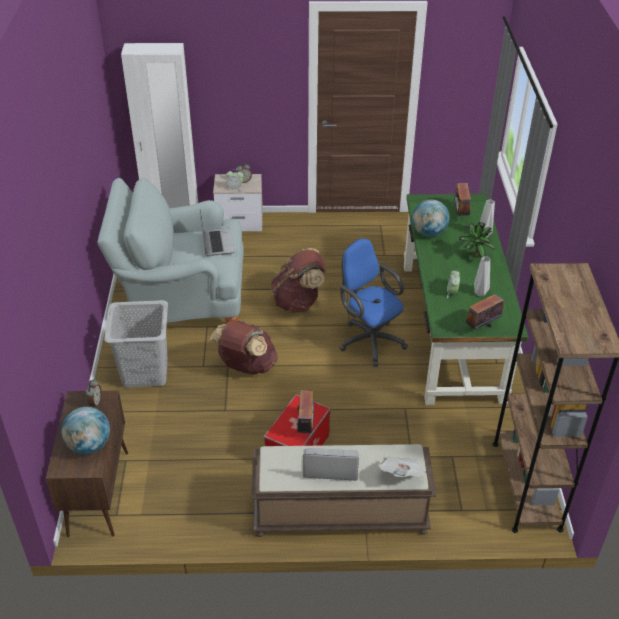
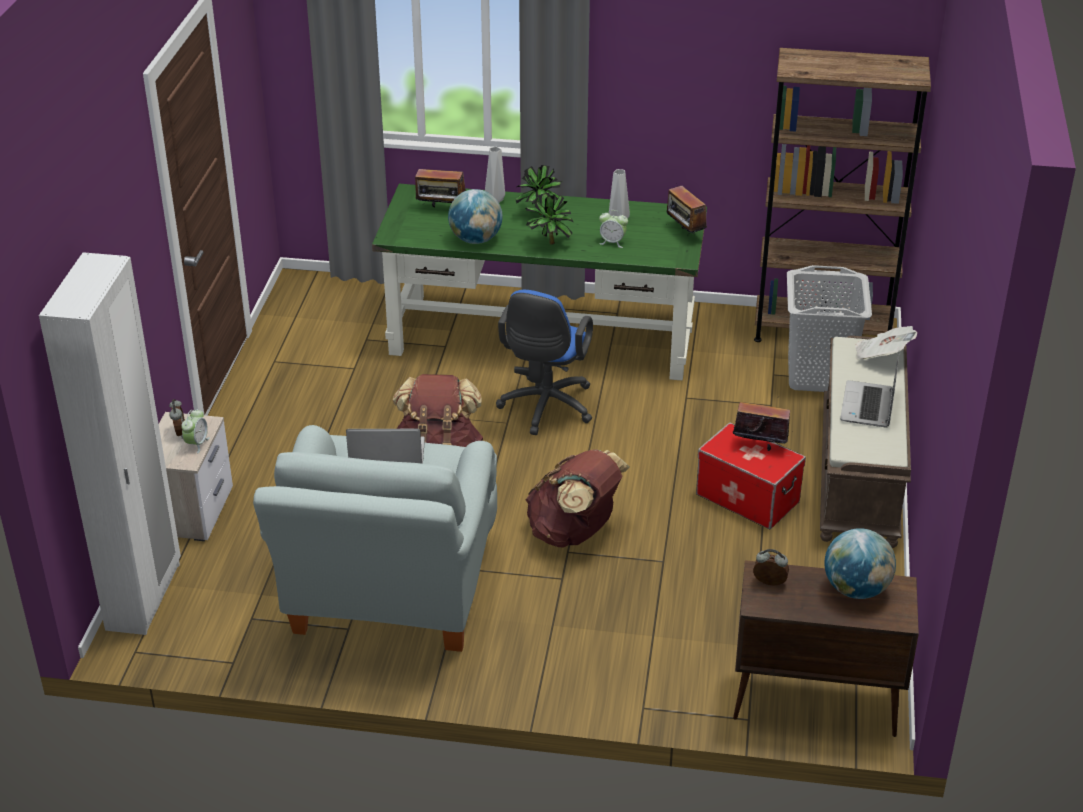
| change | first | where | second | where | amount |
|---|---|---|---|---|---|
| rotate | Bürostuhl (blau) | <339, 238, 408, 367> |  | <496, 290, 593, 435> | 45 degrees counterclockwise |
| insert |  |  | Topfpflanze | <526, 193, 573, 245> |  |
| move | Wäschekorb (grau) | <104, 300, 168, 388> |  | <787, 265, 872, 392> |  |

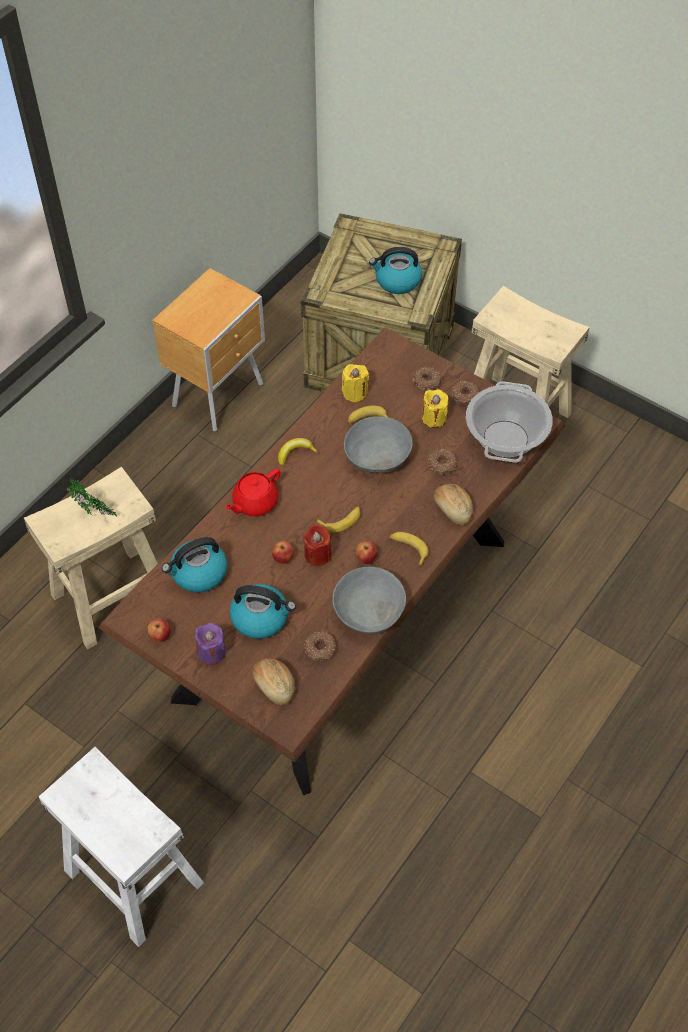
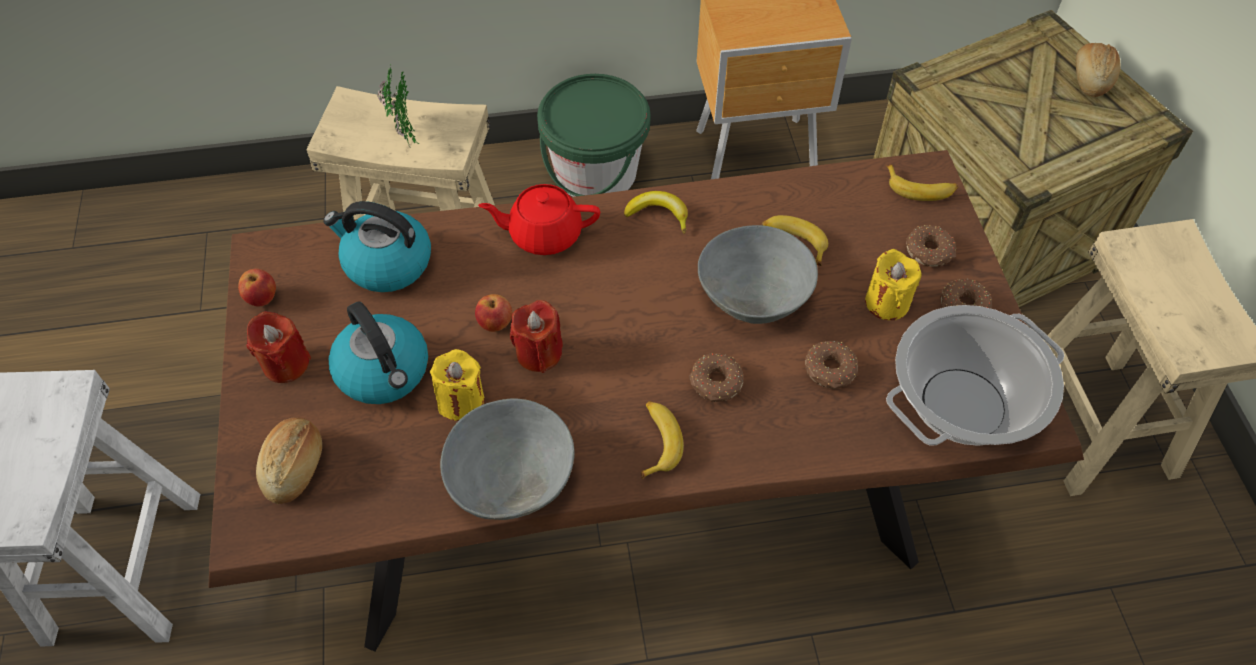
| change | first | where | second | where | amount |
|---|---|---|---|---|---|
| recolor | Kerze (lila) | <195, 623, 226, 665> | Kerze (rot) | <246, 311, 311, 383> |  |
| move | Kerze (gelb) | <342, 364, 369, 403> |  | <430, 349, 485, 421> |  |
| insert |  |  | Eimer (grün) | <537, 74, 651, 197> |  |
| move | Donut | <304, 631, 337, 662> |  | <689, 353, 744, 402> |  |
| move | Banane | <315, 506, 361, 533> |  | <887, 164, 958, 201> |  |
| move | Brot | <433, 484, 473, 525> |  | <1076, 43, 1121, 97> |  |
| delete | Apfel | <356, 541, 377, 564> |  |  |  |
| delete | Wasserkessel | <369, 247, 422, 294> |  |  |  |

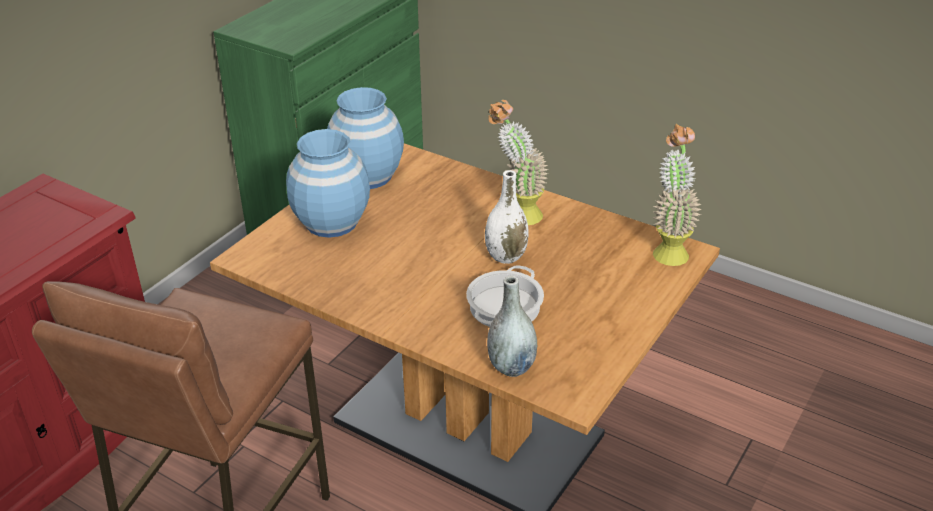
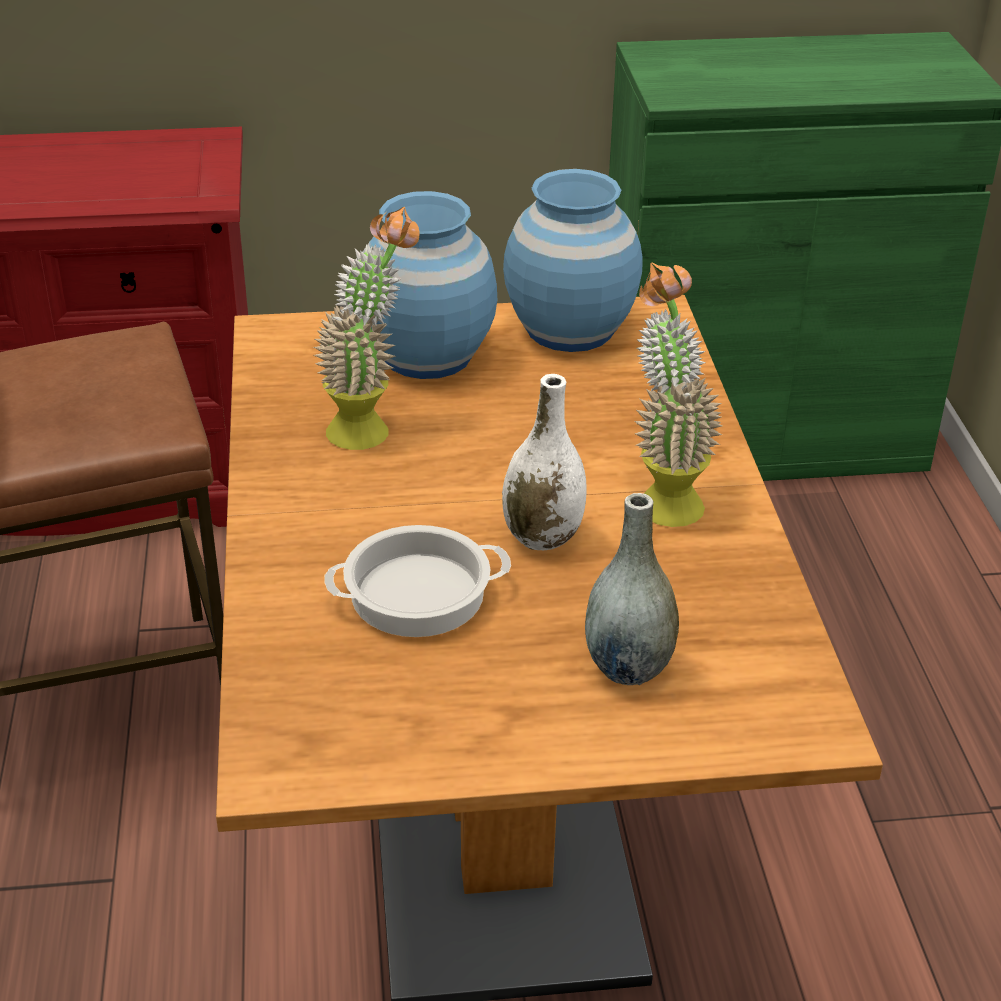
| change | first | where | second | where | amount |
|---|---|---|---|---|---|
| move | Topfpflanze | <652, 124, 702, 266> |  | <314, 207, 420, 450> |  |
| move | Vase (grau) | <487, 276, 537, 377> |  | <585, 493, 679, 685> |  |

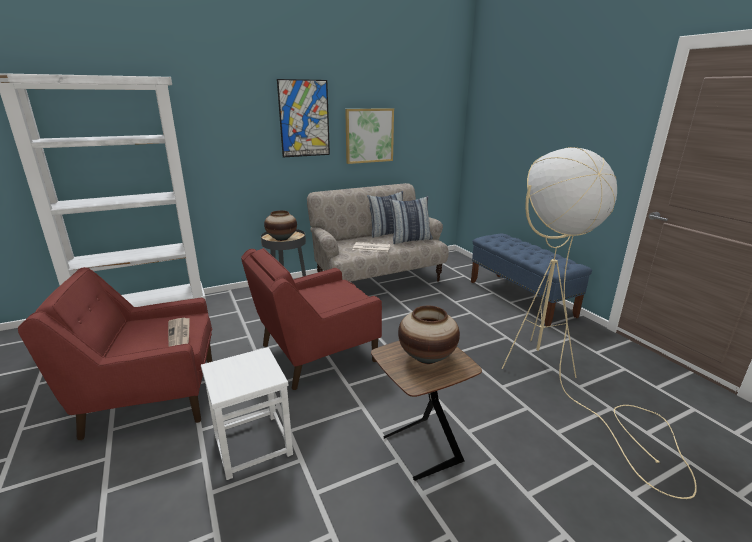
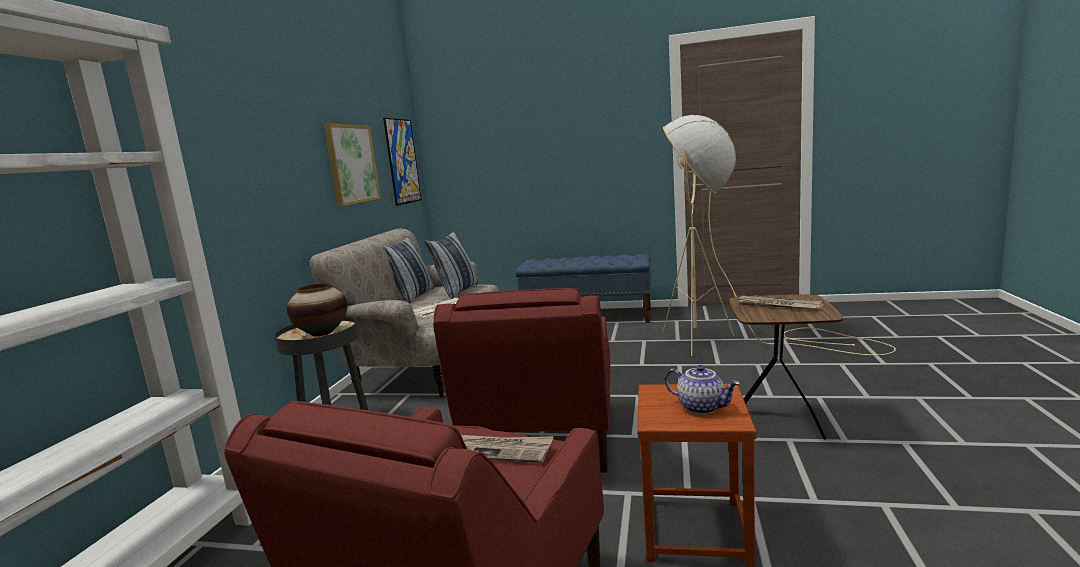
| change | first | where | second | where | amount |
|---|---|---|---|---|---|
| move | Bild | <277, 79, 330, 157> |  | <383, 118, 421, 206> |  |
| recolor | Hocker (weiß) | <201, 347, 293, 480> | Hocker (braun) | <638, 384, 757, 567> |  |
| insert |  |  | Teekanne | <665, 365, 740, 414> |  |
| replace | Vase | <398, 306, 460, 364> | Zeitung | <736, 296, 824, 310> |  |

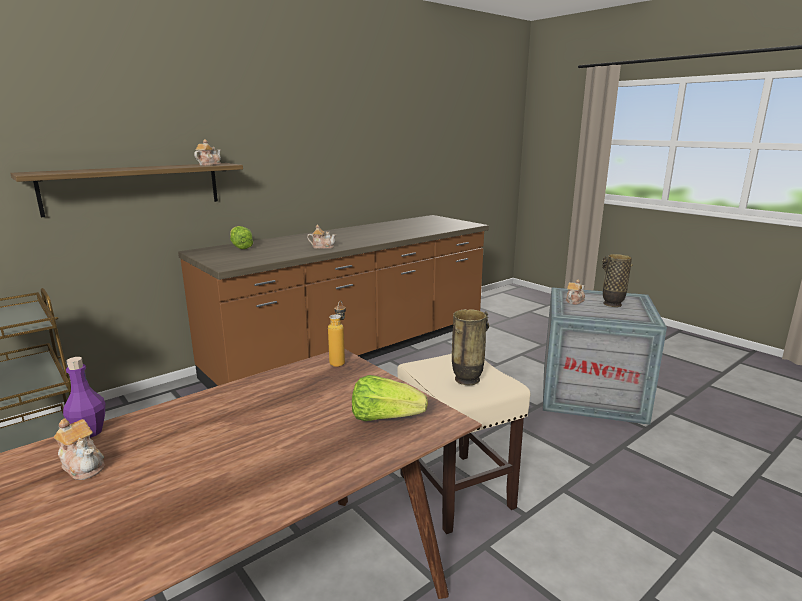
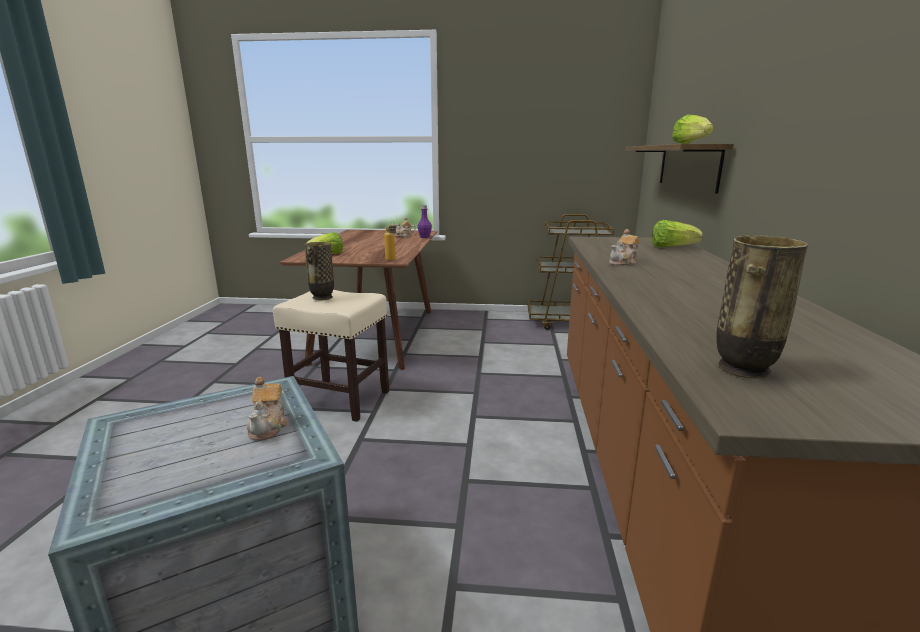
| change | first | where | second | where | amount |
|---|---|---|---|---|---|
| replace | Teekanne | <194, 139, 221, 166> | Salatkopf | <672, 114, 713, 144> |  |
| move | Vase | <602, 254, 633, 307> |  | <716, 235, 808, 379> |  |

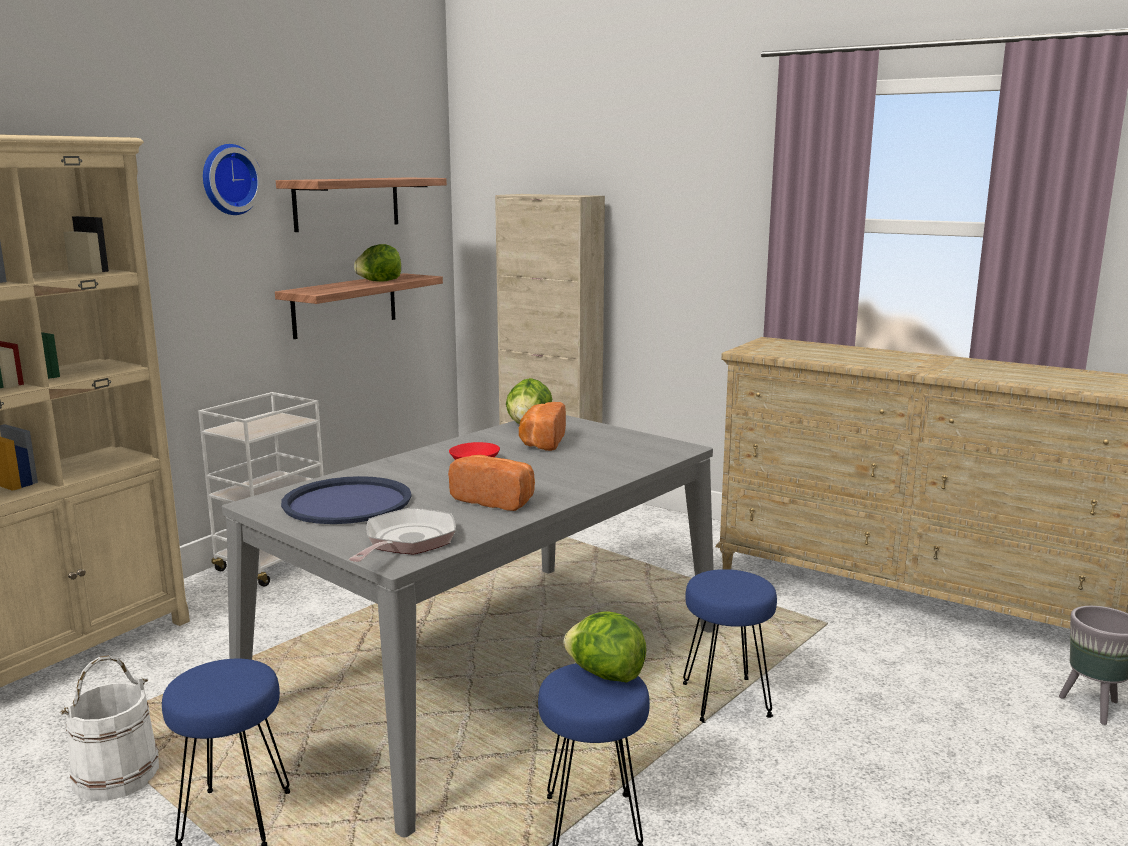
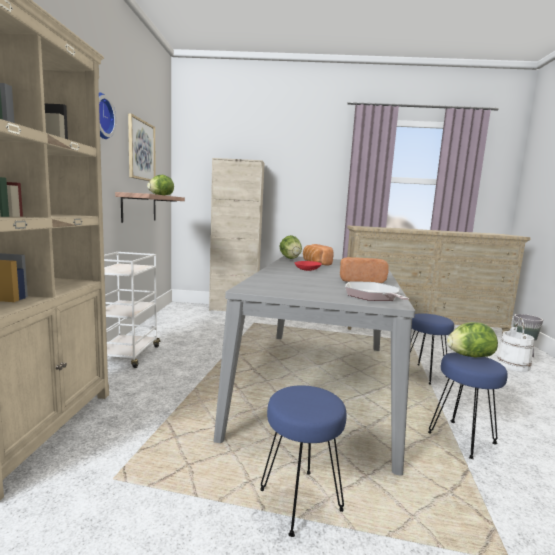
| change | first | where | second | where | amount |
|---|---|---|---|---|---|
| replace | Wandregal | <276, 178, 447, 232> | Bild | <128, 113, 156, 181> |  |
| move | Eimer (weiß) | <59, 656, 159, 801> |  | <496, 318, 534, 372> |  |
| delete | Tablett (blau) | <281, 476, 412, 524> |  |  |  |

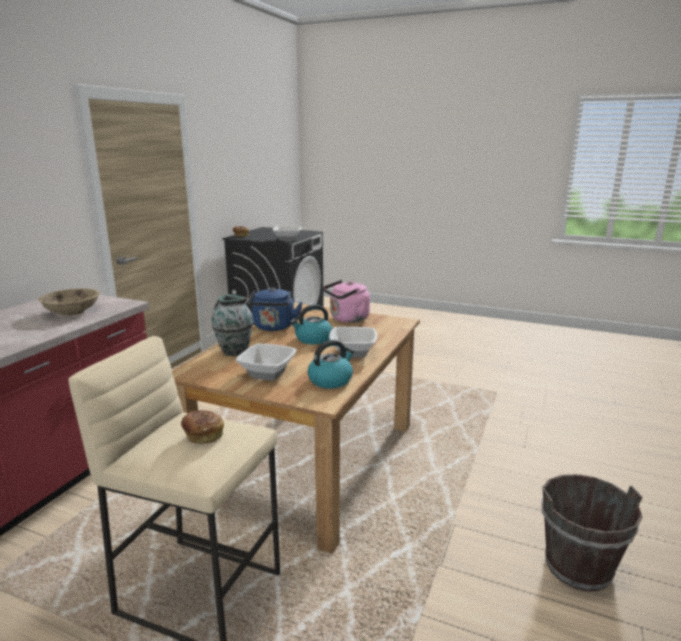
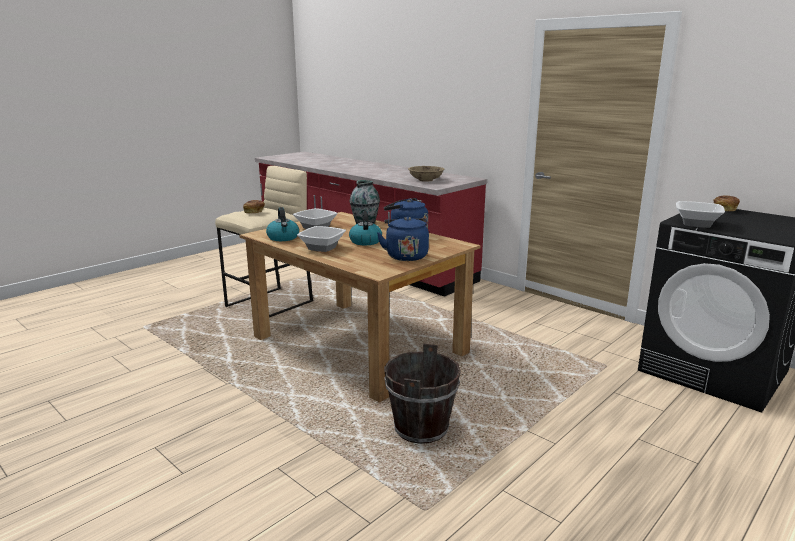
| change | first | where | second | where | amount |
|---|---|---|---|---|---|
| recolor | Wasserkessel (rosa) | <323, 280, 370, 323> | Wasserkessel (blau) | <377, 217, 429, 261> |  |
| move | Eimer (braun) | <542, 474, 642, 592> |  | <384, 343, 461, 444> |  |

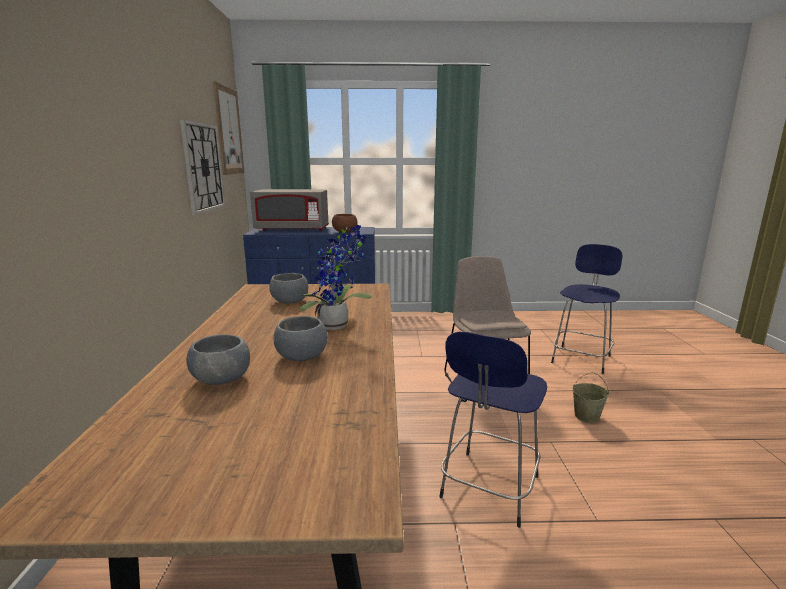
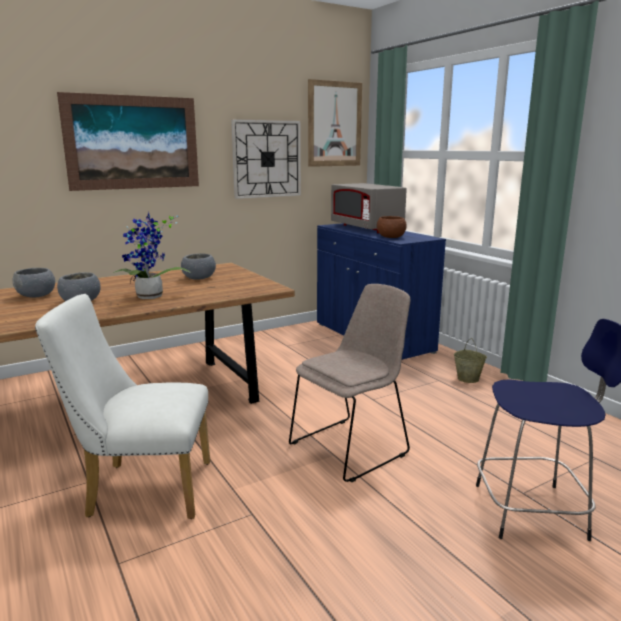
| change | first | where | second | where | amount |
|---|---|---|---|---|---|
| replace | Hocker (blau) | <439, 332, 547, 528> | Stuhl (weiß) | <35, 294, 210, 519> |  |
| insert |  |  | Bild | <57, 92, 199, 191> |  |
| move | Eimer (beige) | <572, 372, 609, 423> |  | <454, 338, 487, 383> |  |

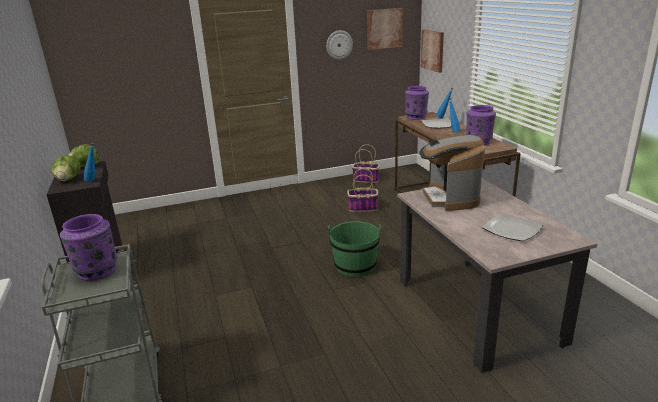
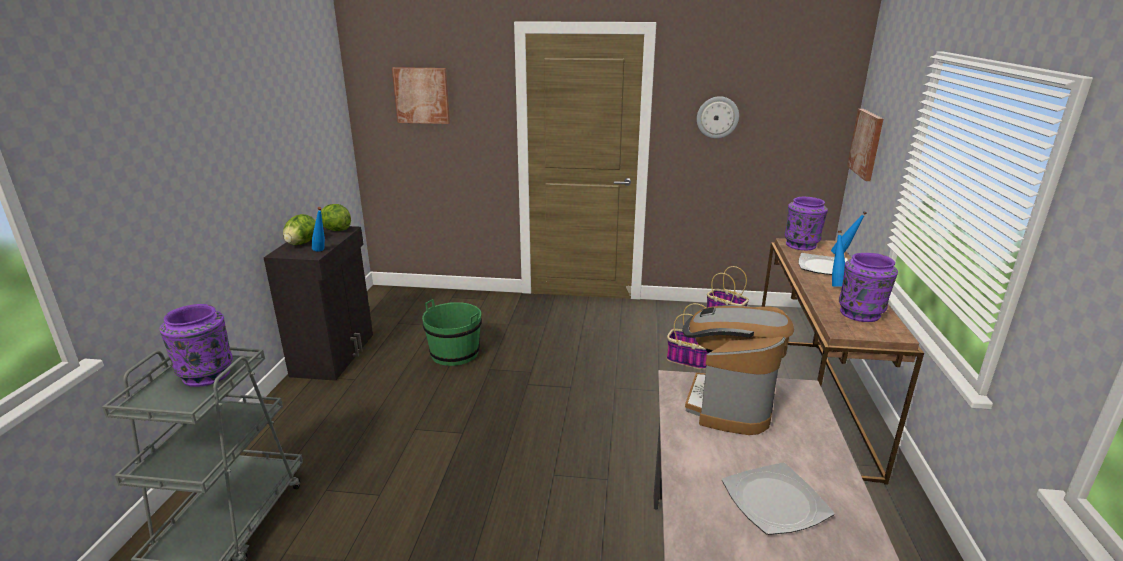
| change | first | where | second | where | amount |
|---|---|---|---|---|---|
| move | Bild | <367, 8, 403, 50> |  | <392, 67, 450, 124> |  |
| move | Eimer (grün) | <328, 221, 381, 276> |  | <422, 299, 482, 366> |  |

